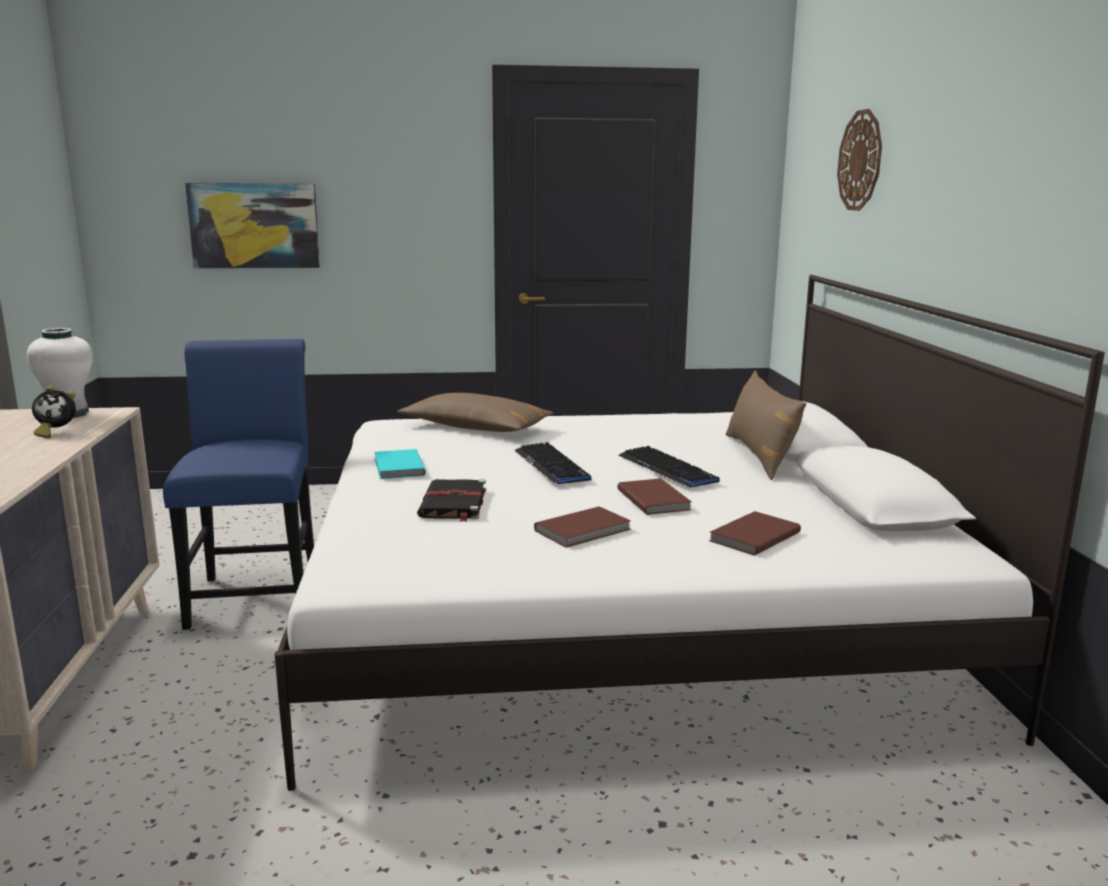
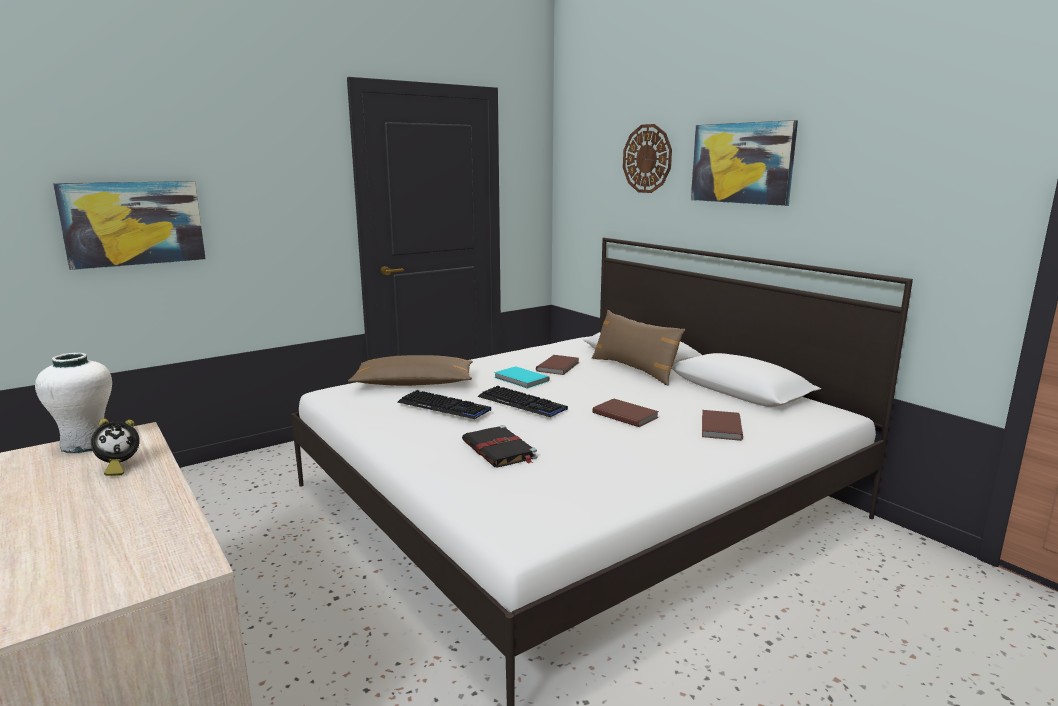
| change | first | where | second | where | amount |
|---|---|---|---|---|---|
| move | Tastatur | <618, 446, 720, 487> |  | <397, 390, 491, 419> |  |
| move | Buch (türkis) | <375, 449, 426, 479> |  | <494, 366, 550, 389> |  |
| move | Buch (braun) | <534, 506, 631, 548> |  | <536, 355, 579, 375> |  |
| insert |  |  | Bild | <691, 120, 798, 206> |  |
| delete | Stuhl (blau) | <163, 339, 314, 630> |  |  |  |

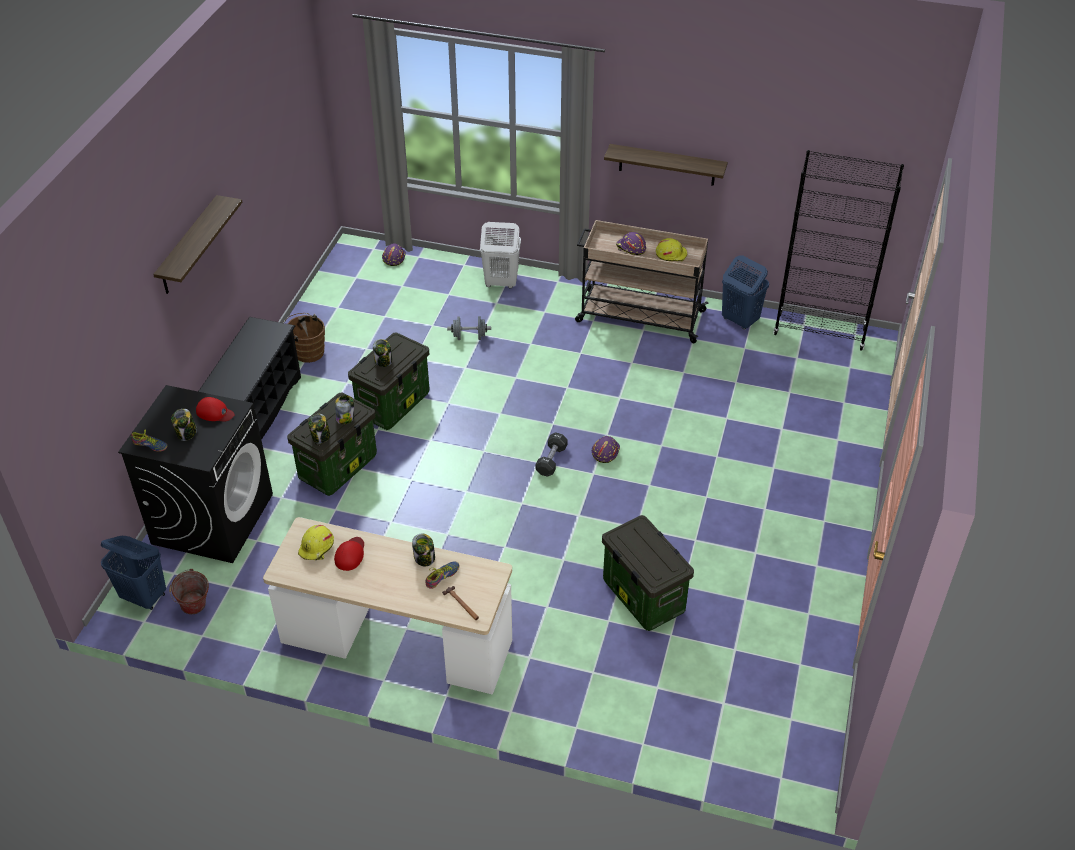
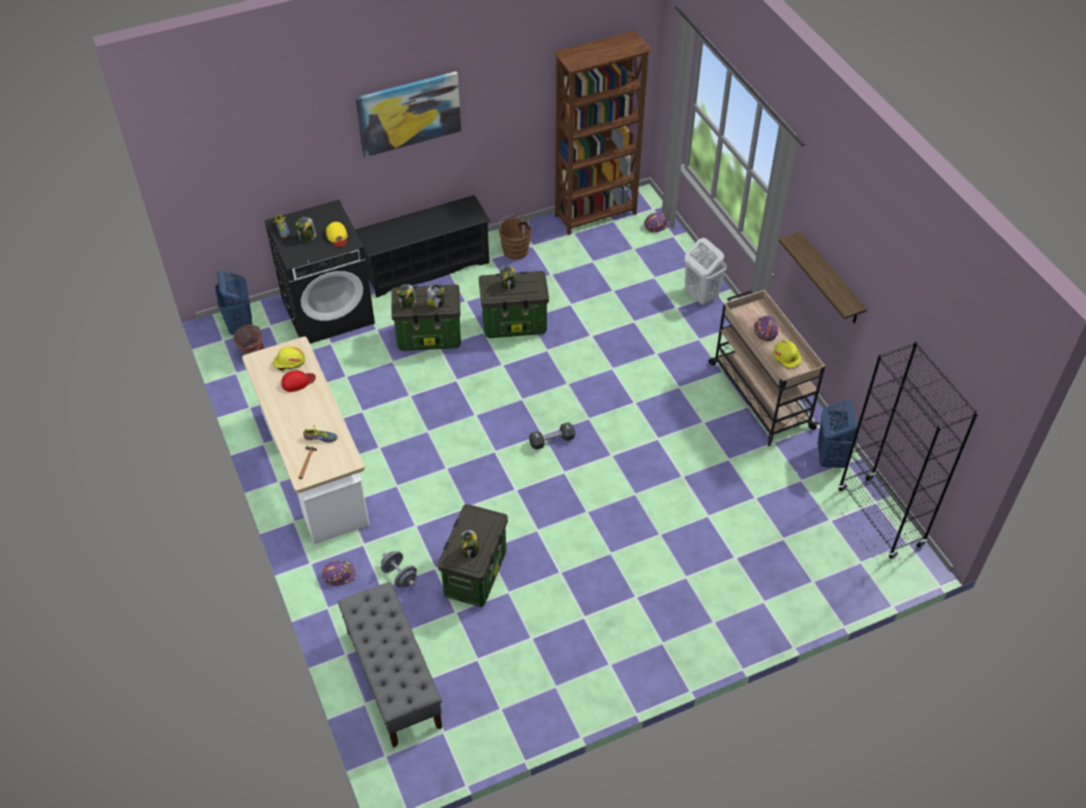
| change | first | where | second | where | amount |
|---|---|---|---|---|---|
| move | Schutzhelm (lila) | <592, 436, 620, 463> |  | <322, 561, 356, 586> |  |
| recolor | Kappe (rot) | <196, 397, 235, 422> | Kappe (gelb) | <326, 222, 347, 247> |  |
| insert |  |  | Bank (grau) | <338, 582, 442, 748> |  |
| replace | Wandregal | <153, 195, 243, 294> | Bild | <355, 71, 461, 158> |  |
| move | Hantel (grau) | <447, 316, 491, 340> |  | <381, 551, 417, 588> |  |
| move | Vorratsglas | <412, 534, 435, 566> |  | <459, 530, 480, 559> |  |
| insert |  |  | Bücherregal (braun) | <554, 31, 653, 235> |  |

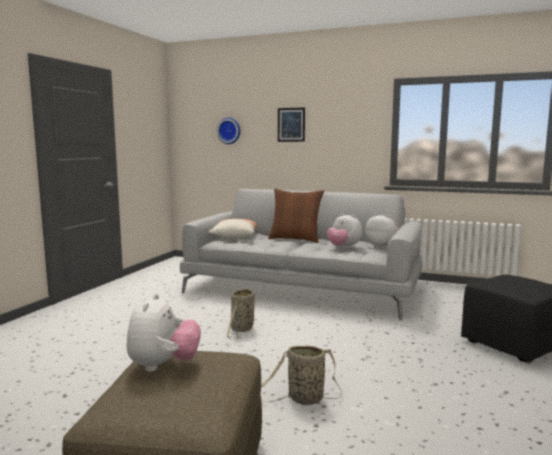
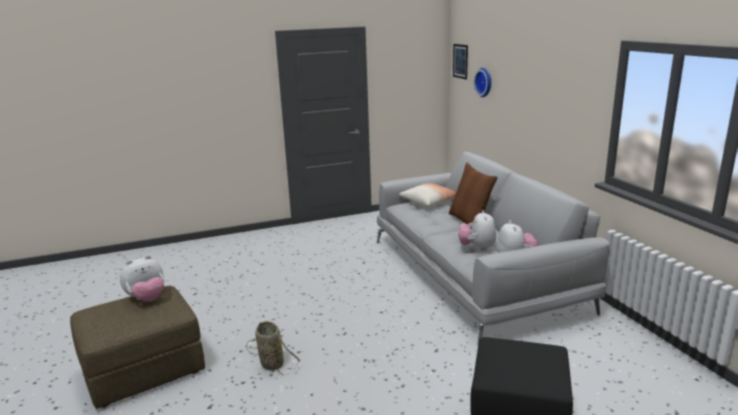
| change | first | where | second | where | amount |
|---|---|---|---|---|---|
| move | Bild | <278, 107, 305, 142> |  | <453, 44, 468, 79> |  |
| delete | Korb | <227, 288, 255, 340> |  |  |  |

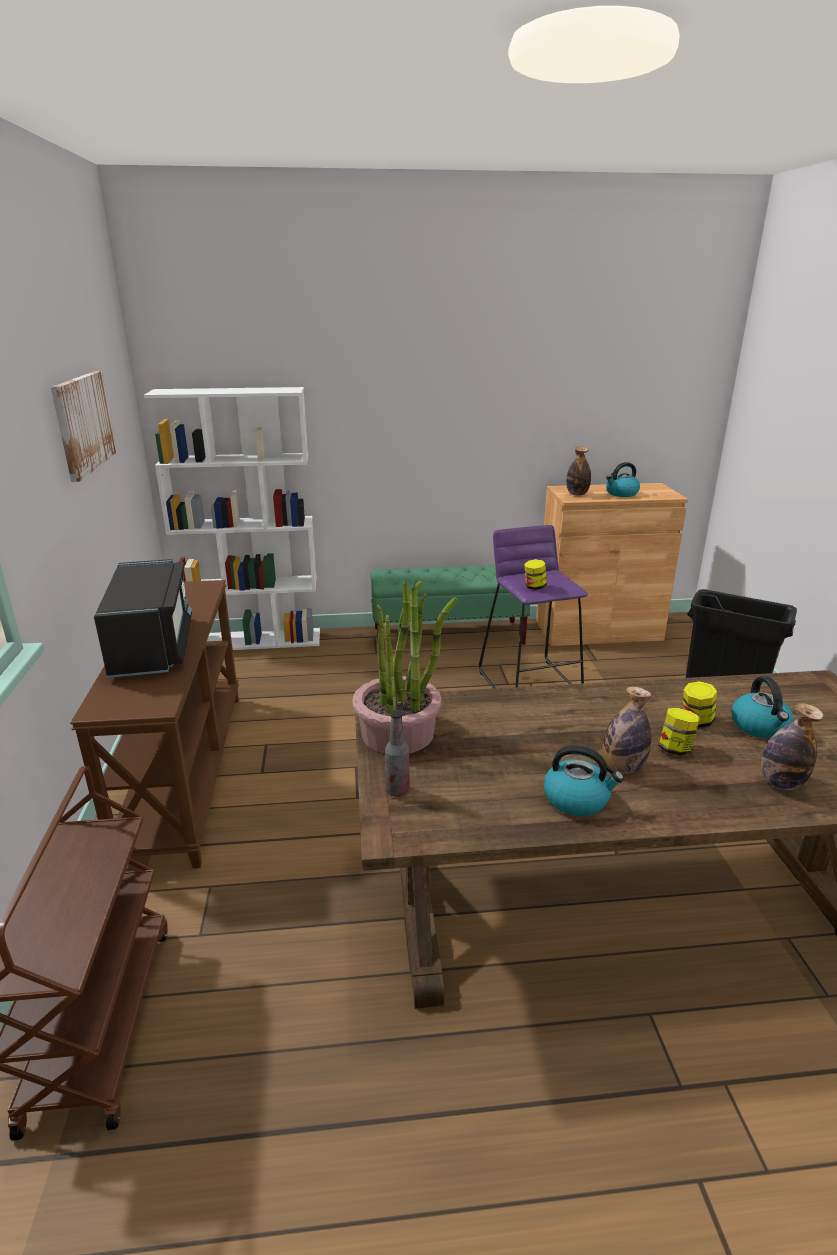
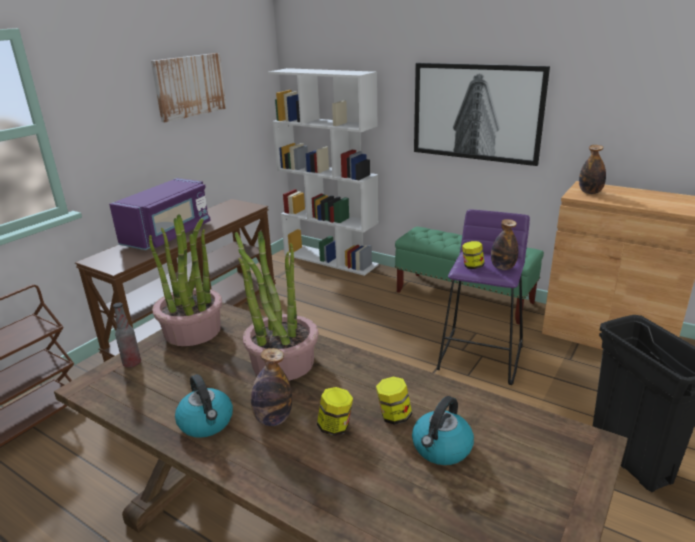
| change | first | where | second | where | amount |
|---|---|---|---|---|---|
| recolor | Mikrowelle (schwarz) | <94, 559, 192, 678> | Mikrowelle (lila) | <109, 178, 211, 250> |  |
| insert |  |  | Topfpflanze | <235, 231, 319, 381> |  |
| insert |  |  | Bild | <414, 63, 550, 166> |  |
| move | Flasche | <761, 703, 824, 791> |  | <491, 219, 518, 270> |  |
| delete | Wasserkessel | <606, 462, 640, 497> |  |  |  |

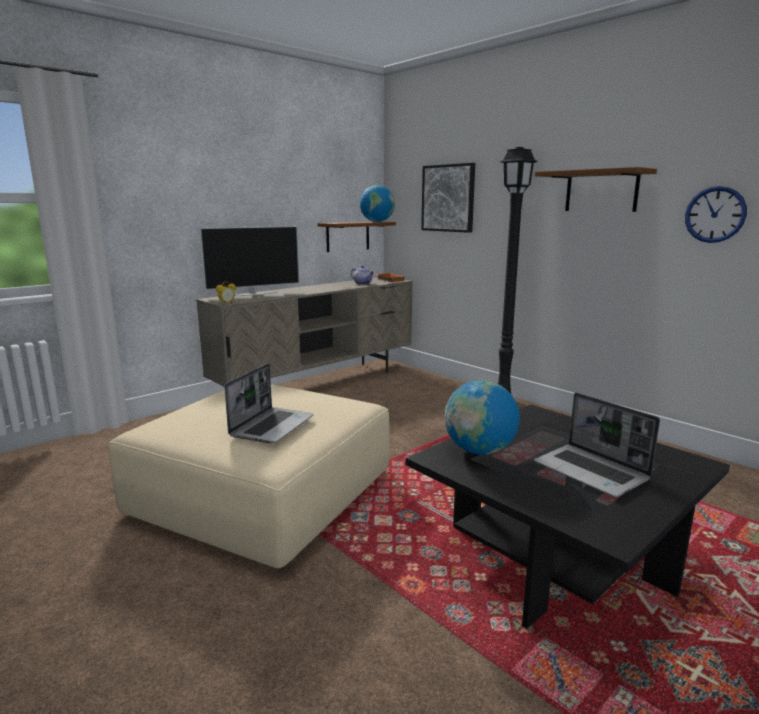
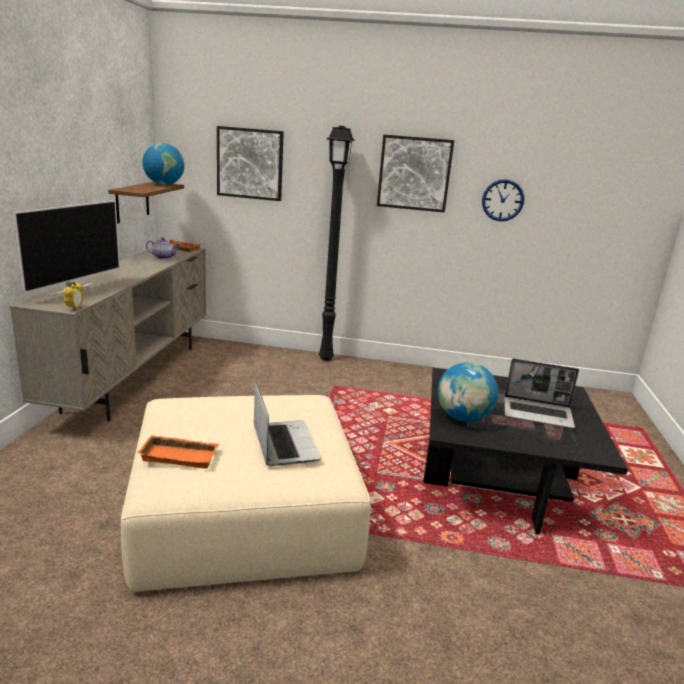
| change | first | where | second | where | amount |
|---|---|---|---|---|---|
| insert |  |  | Tablett (orange) | <137, 435, 219, 469> |  |
| replace | Wandregal (braun) | <535, 167, 657, 212> | Bild | <377, 135, 454, 213> |  |

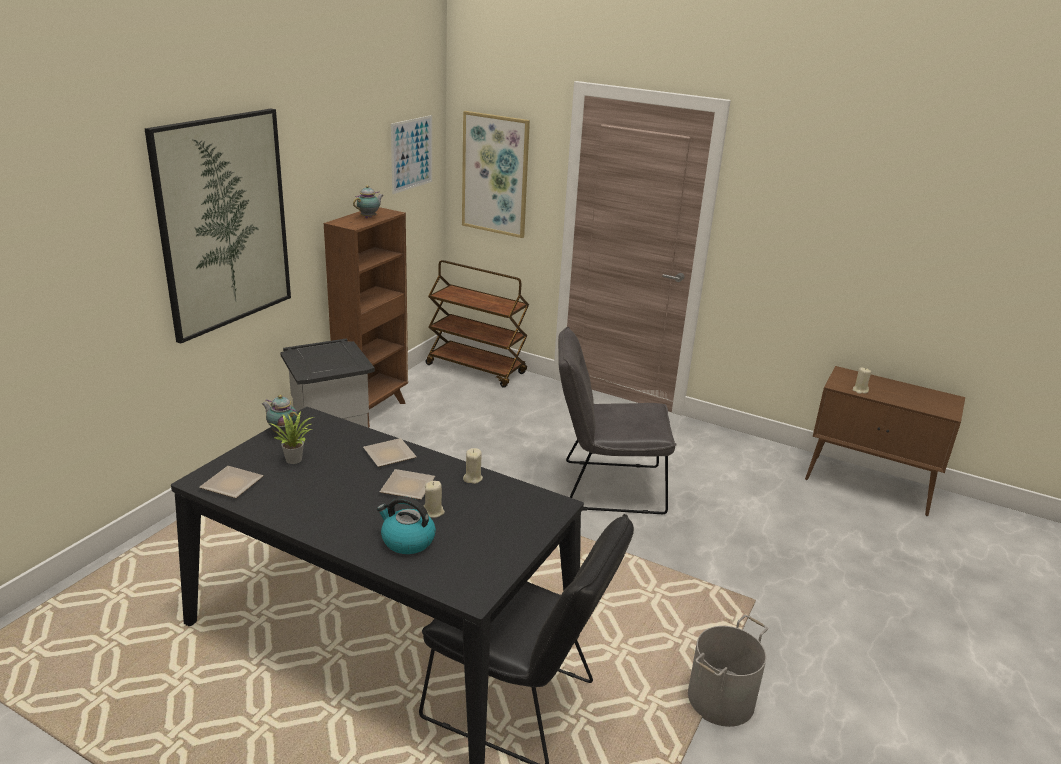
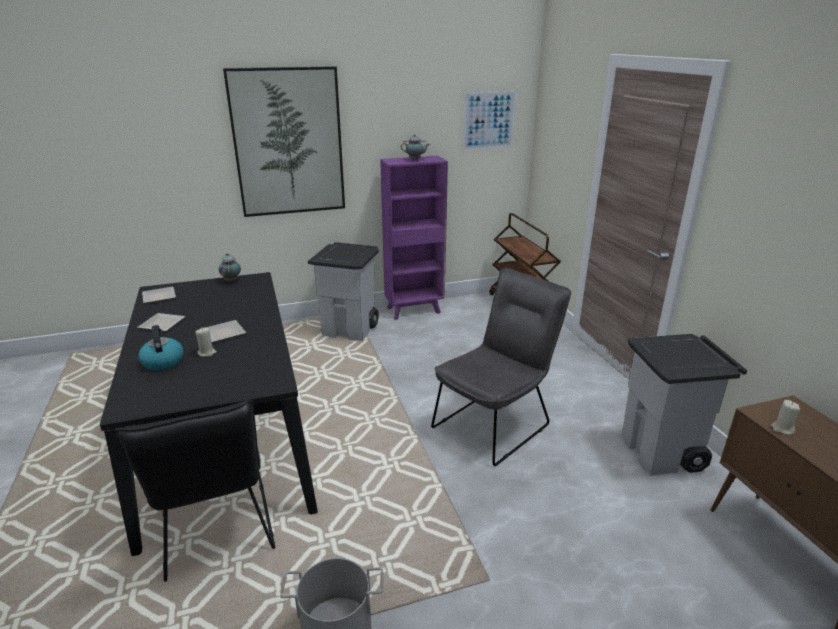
| change | first | where | second | where | amount |
|---|---|---|---|---|---|
| move | Teller | <363, 438, 417, 467> |  | <137, 313, 186, 331> |  |
| recolor | Bücherregal (braun) | <324, 207, 408, 428> | Bücherregal (lila) | <380, 155, 448, 320> |  |
| rotate | Stuhl (grau) | <558, 327, 676, 514> |  | <431, 267, 571, 466> | 90 degrees clockwise |
| insert |  |  | Mülleimer (grau) | <622, 334, 747, 476> |  |
| delete | Topfpflanze | <269, 412, 314, 464> |  |  |  |
| delete | Bild | <462, 111, 530, 238> |  |  |  |
| delete | Kerze (beige) | <463, 448, 483, 484> |  |  |  |

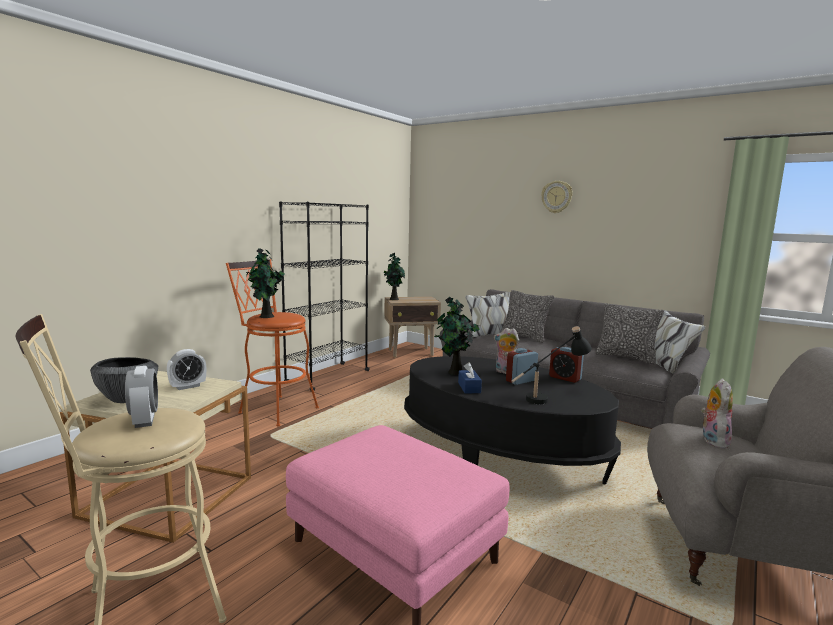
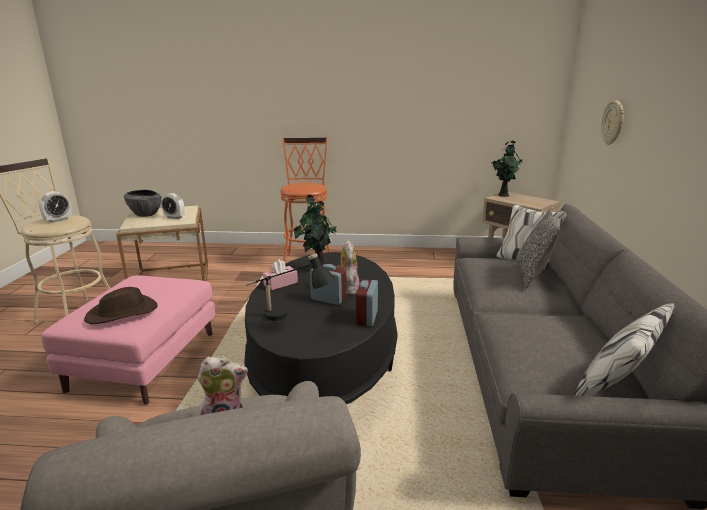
| change | first | where | second | where | amount |
|---|---|---|---|---|---|
| insert |  |  | Hut (braun) | <84, 287, 158, 324> |  |
| recolor | Taschentuchbox (blau) | <458, 362, 482, 394> | Taschentuchbox (rosa) | <263, 259, 298, 290> |  |
| move | Wanduhr | <541, 181, 573, 213> |  | <601, 100, 624, 145> |  |
| delete | Topfpflanze | <245, 248, 284, 318> |  |  |  |
| delete | Bücherregal (schwarz) | <279, 201, 370, 391> |  |  |  |
| delete | Kissen | <595, 303, 664, 364> |  |  |  |

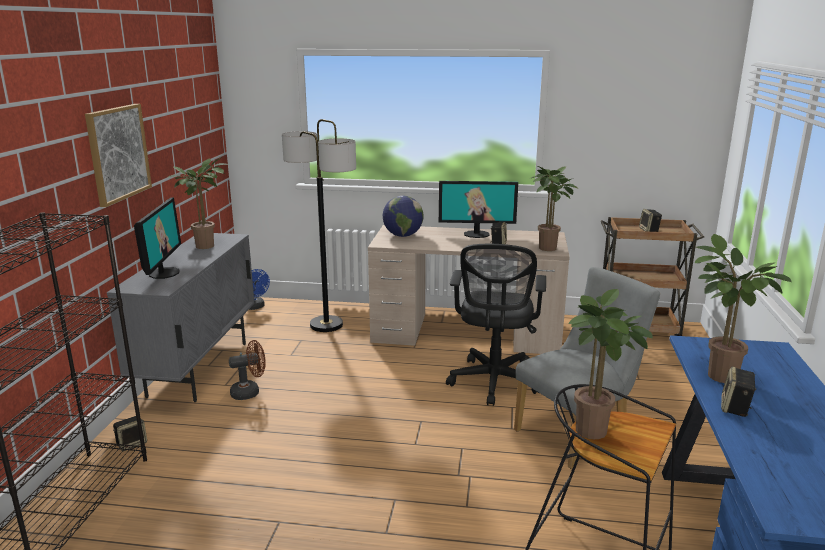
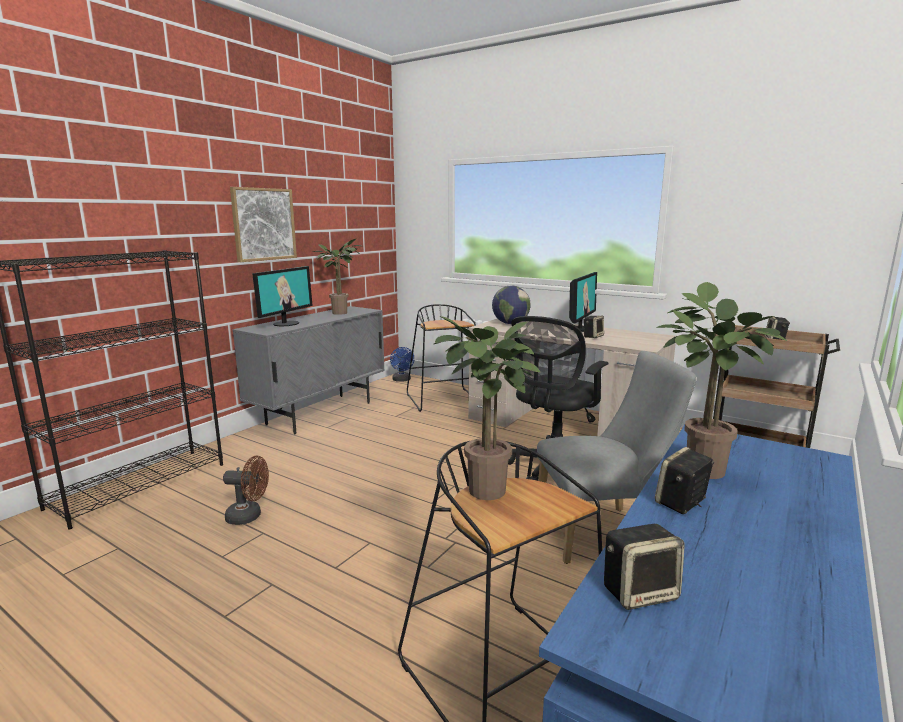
| change | first | where | second | where | amount |
|---|---|---|---|---|---|
| move | Ventilator (braun) | <229, 340, 266, 400> |  | <223, 456, 269, 525> |  |
| replace | Stehlampe | <282, 119, 356, 332> | Hocker (schwarz) | <407, 304, 476, 412> |  |
| rotate | Monitor | <439, 181, 518, 238> |  | <569, 272, 597, 332> | 90 degrees counterclockwise |
| move | Lautsprecher | <113, 416, 147, 451> |  | <604, 524, 685, 610> |  |
| delete | Topfpflanze | <531, 166, 577, 251> |  |  |  |

